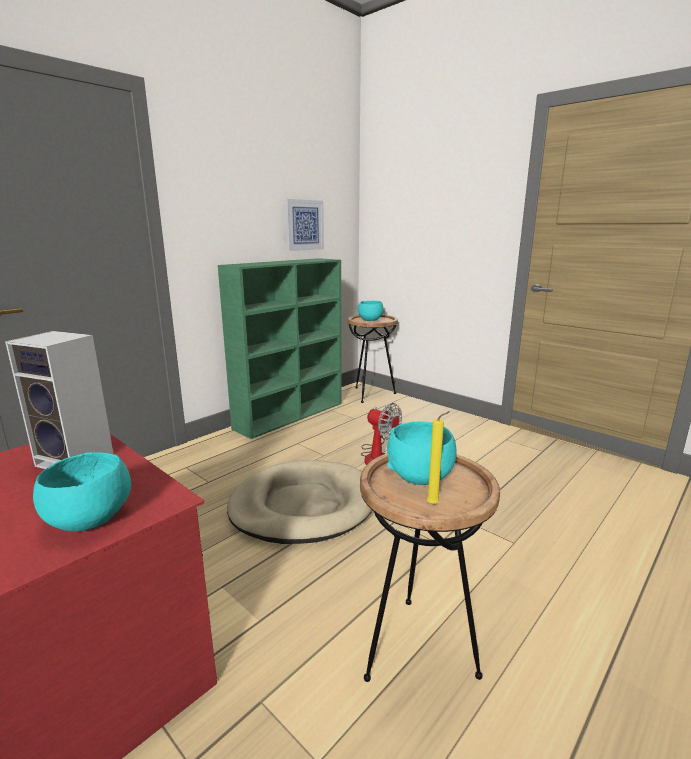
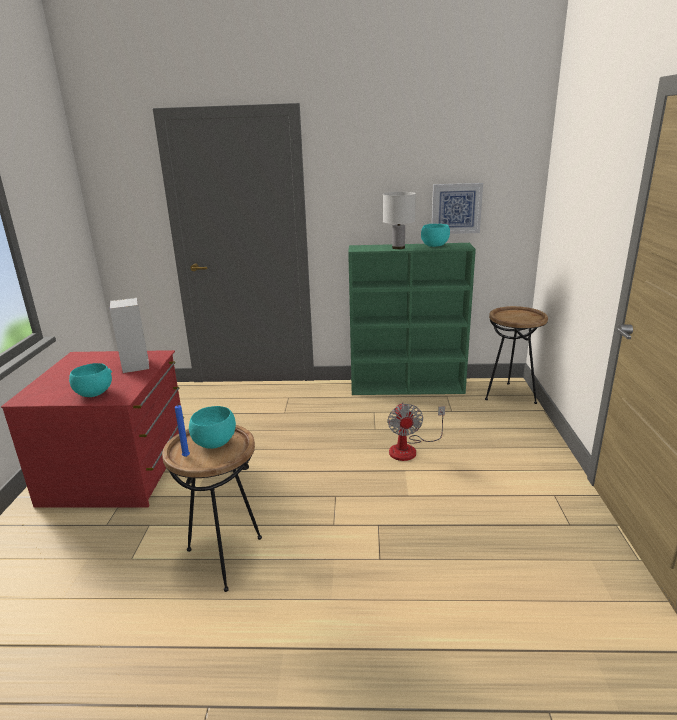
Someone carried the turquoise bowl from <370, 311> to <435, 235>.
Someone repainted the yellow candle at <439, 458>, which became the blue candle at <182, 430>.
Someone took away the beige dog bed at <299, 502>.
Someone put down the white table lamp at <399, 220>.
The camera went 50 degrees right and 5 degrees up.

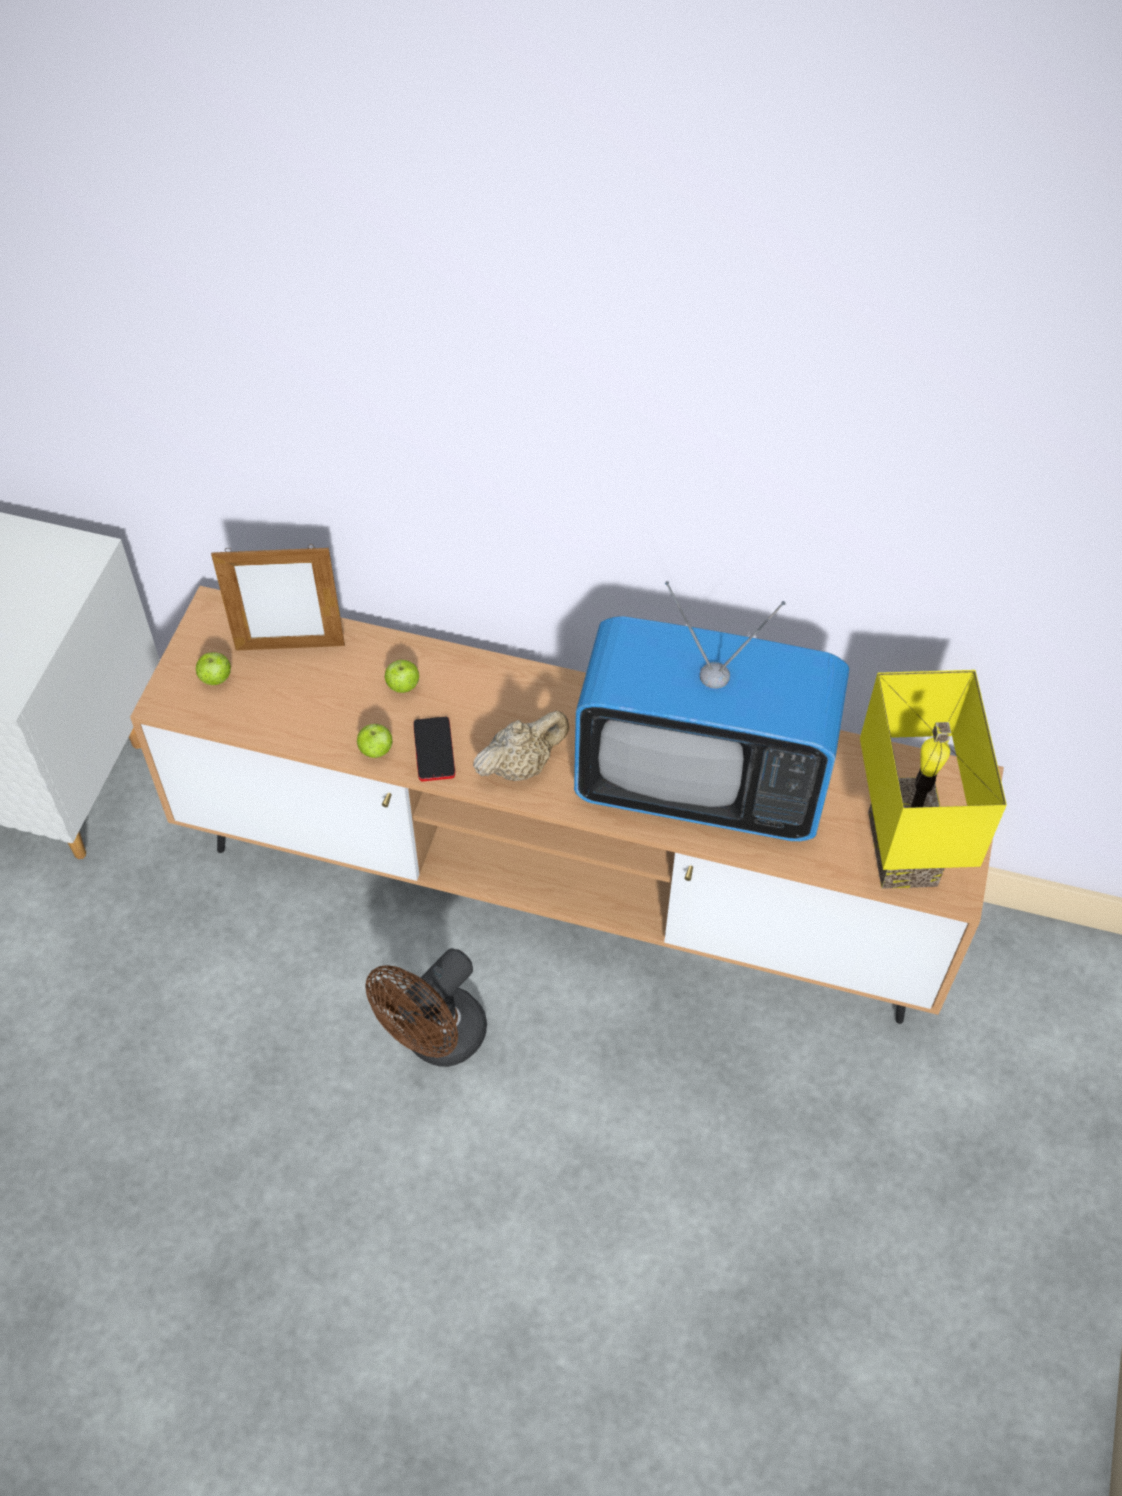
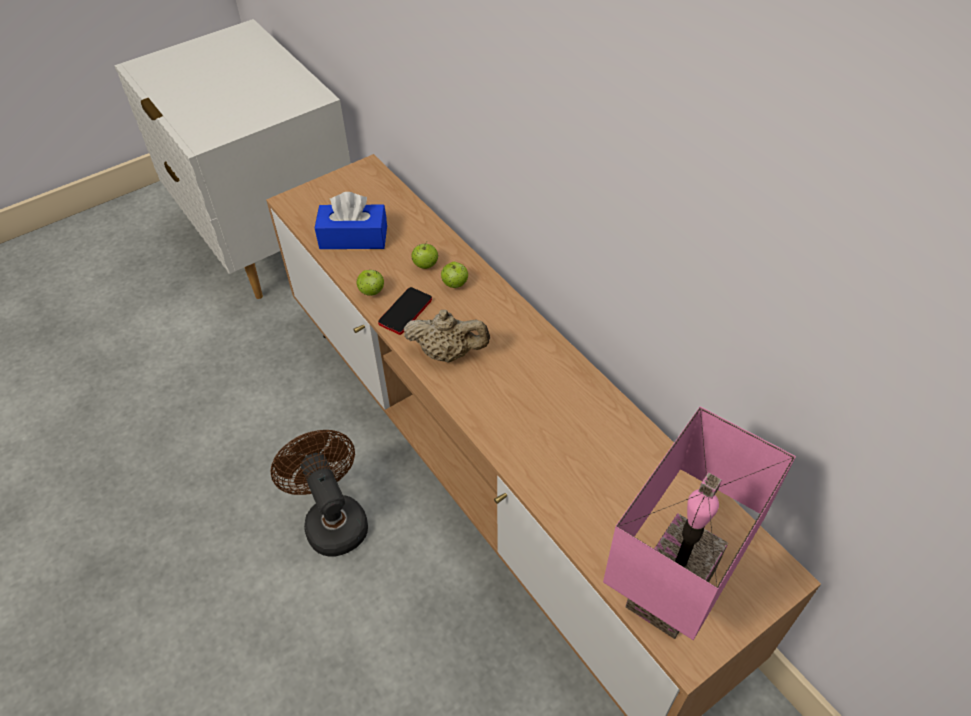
Someone took away the picture frame at <278, 597>.
Someone took away the television at <711, 711>.
Someone carried the apple from <213, 668> to <454, 275>.
Someone repainted the yellow table lamp at <933, 779>, which became the pink table lamp at <699, 523>.
Someone rotated the brown fan at <426, 1007> by 75 degrees clockwise.
Someone put down the blue tissue box at <351, 220>.
The camera went 40 degrees right and 5 degrees down.

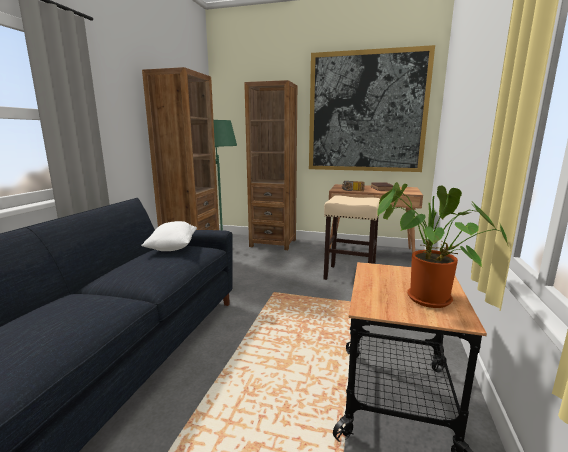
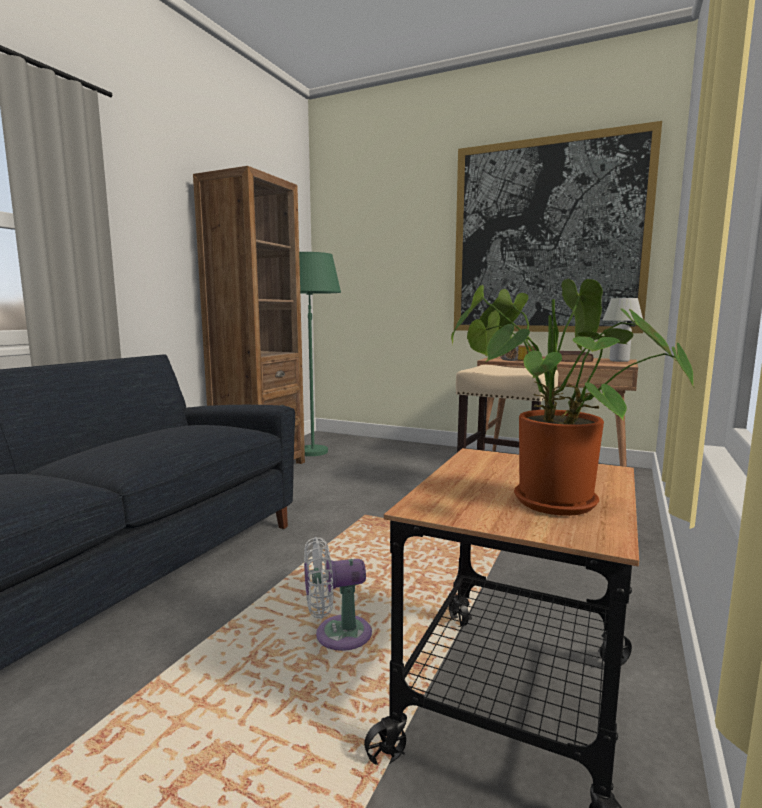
Someone took away the brown bookcase at <270, 165>.
Someone took away the white pillow at <169, 236>.
Someone put down the white table lamp at <623, 330>.
Someone put down the white fan at <338, 594>.
The camera went 10 degrees right and 5 degrees down.

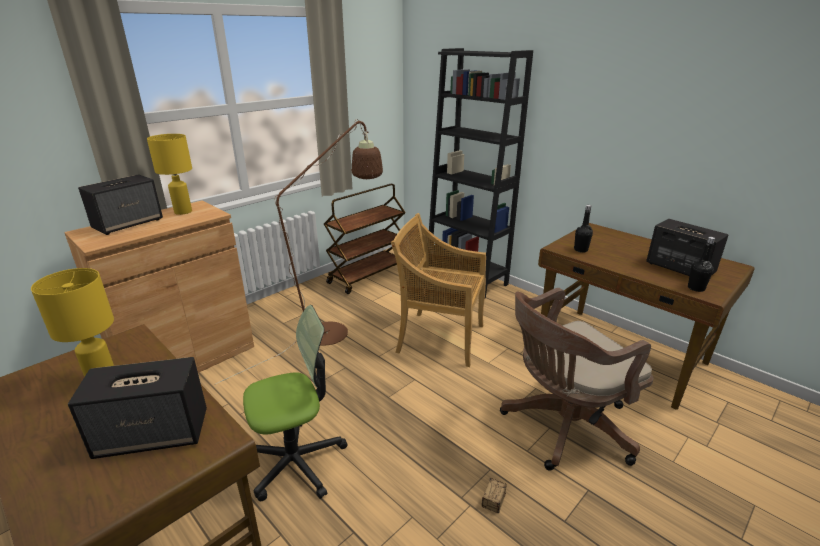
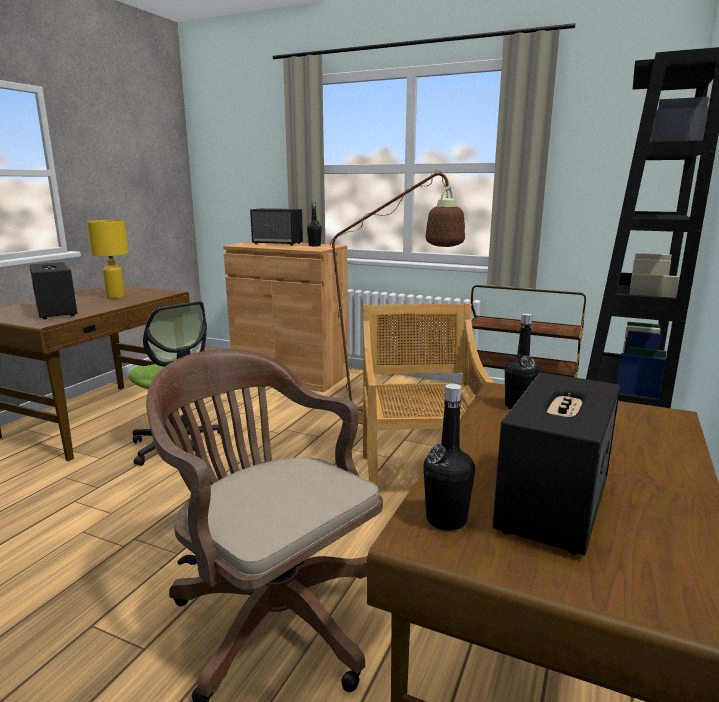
Someone swapped the yellow table lamp at <169, 174> for the black bottle at <314, 224>.
Someone took away the storage box at <494, 495>.
The camera went 70 degrees right and 10 degrees down.

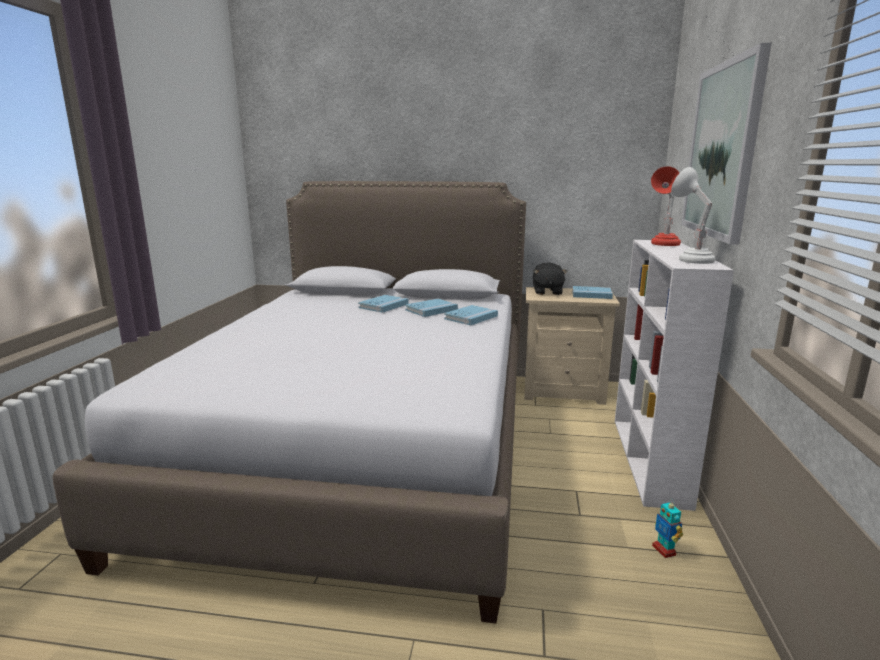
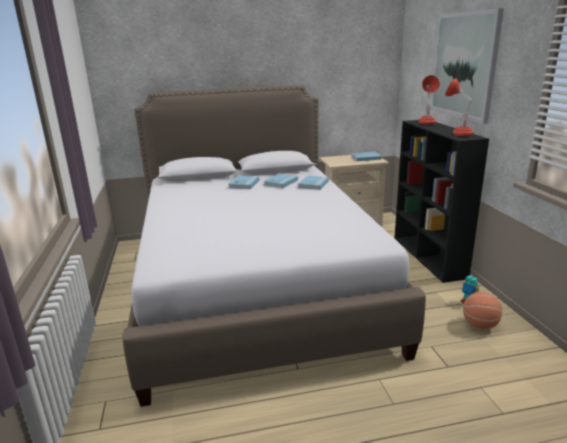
Someone repainted the white table lamp at <693, 215>, which became the red table lamp at <459, 107>.
Someone repainted the white bookcase at <674, 375>, which became the black bookcase at <442, 201>.
Someone took away the black plush toy at <550, 278>.
Someone put down the basketball at <482, 310>.
The camera went 20 degrees left and 5 degrees up.

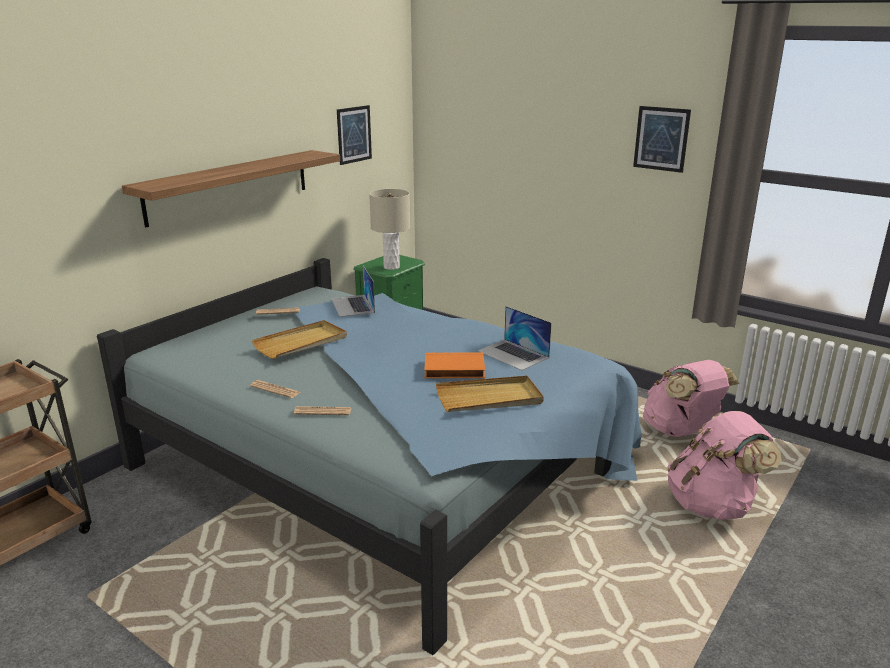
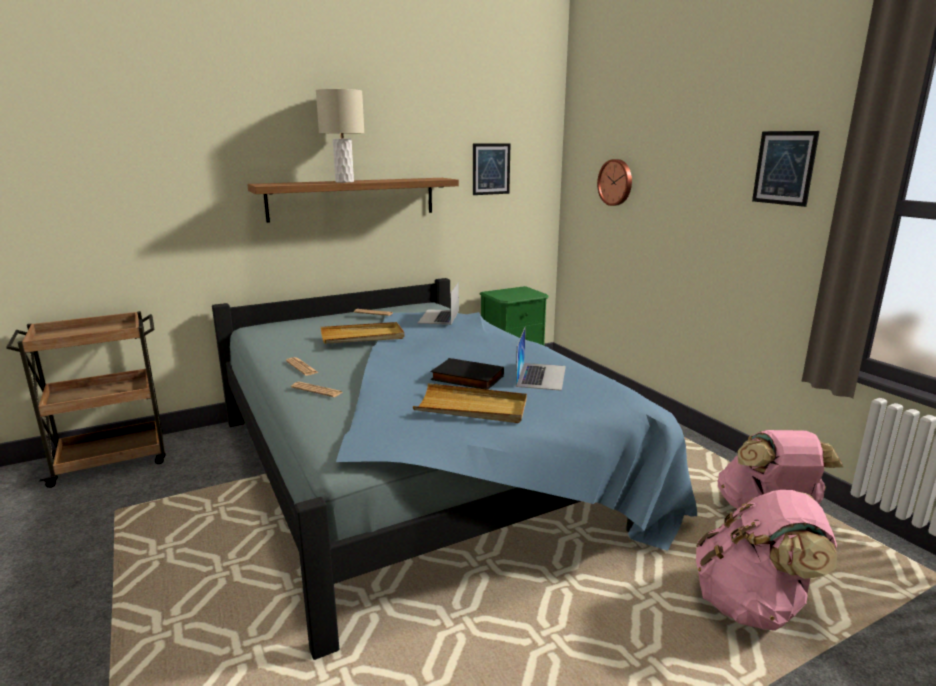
Someone carried the beige table lamp from <389, 229> to <340, 136>.
Someone rotated the laptop at <515, 338> by 150 degrees counterclockwise.
Someone repainted the orange book at <454, 365>, which became the black book at <467, 374>.
Someone put up the wall clock at <614, 182>.
The camera went 25 degrees right and 5 degrees down.

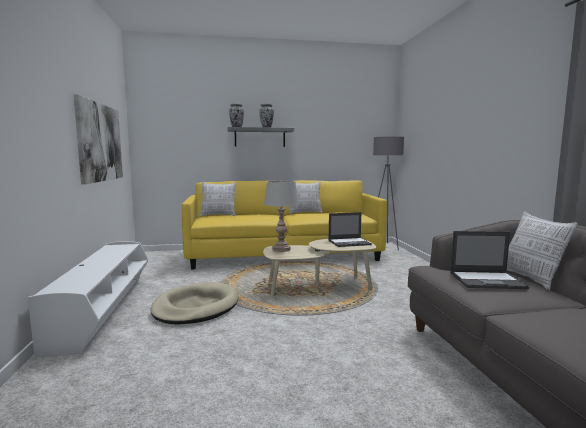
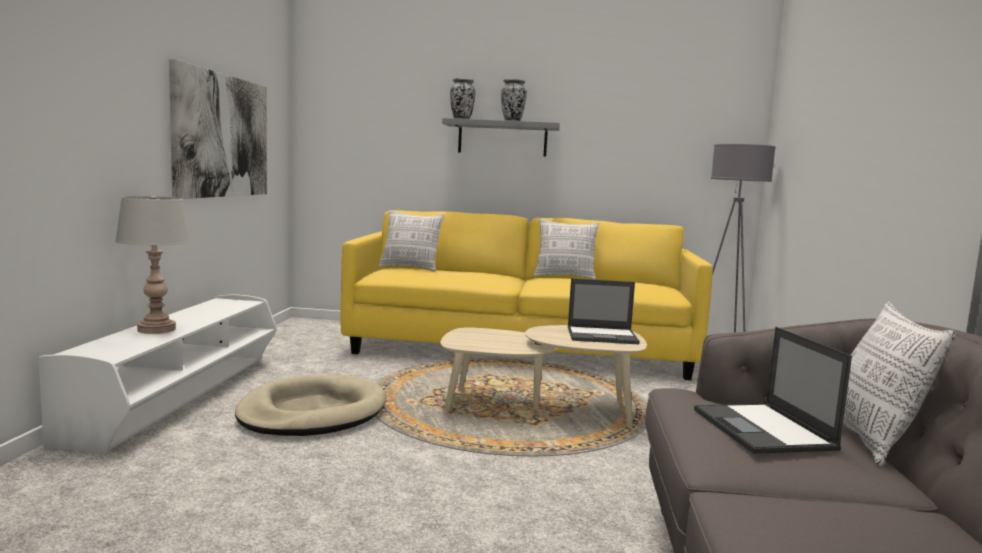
Someone carried the grey table lamp from <281, 216> to <153, 265>.
Someone rotated the laptop at <489, 260> by 60 degrees clockwise.
The camera went 15 degrees right and 0 degrees up.

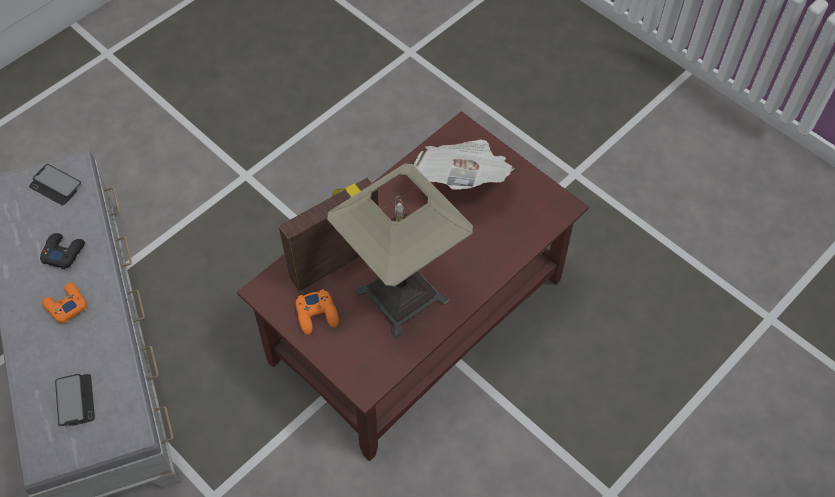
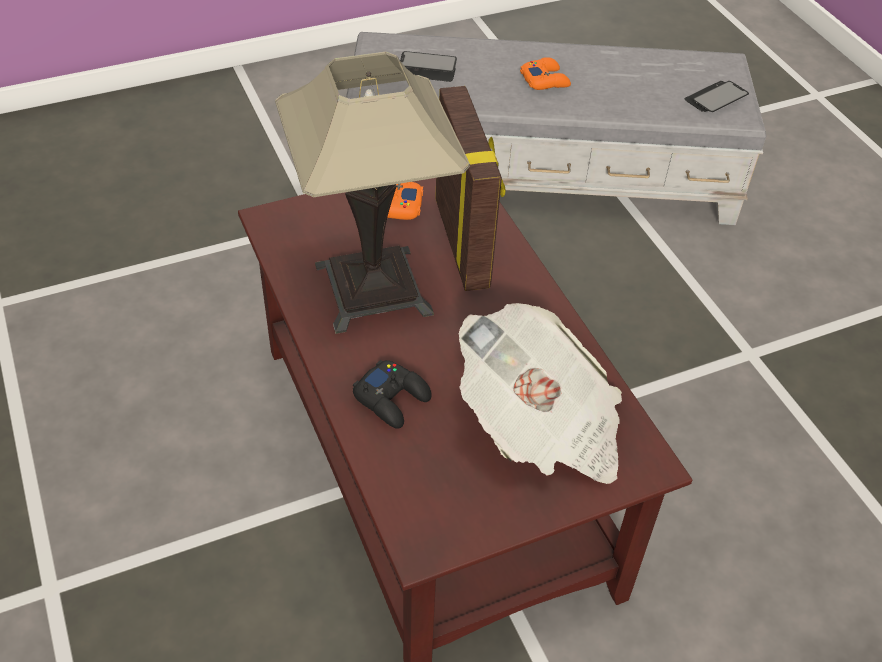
Someone carried the black game controller from <62, 251> to <392, 394>.
The camera went 110 degrees right and 10 degrees down.

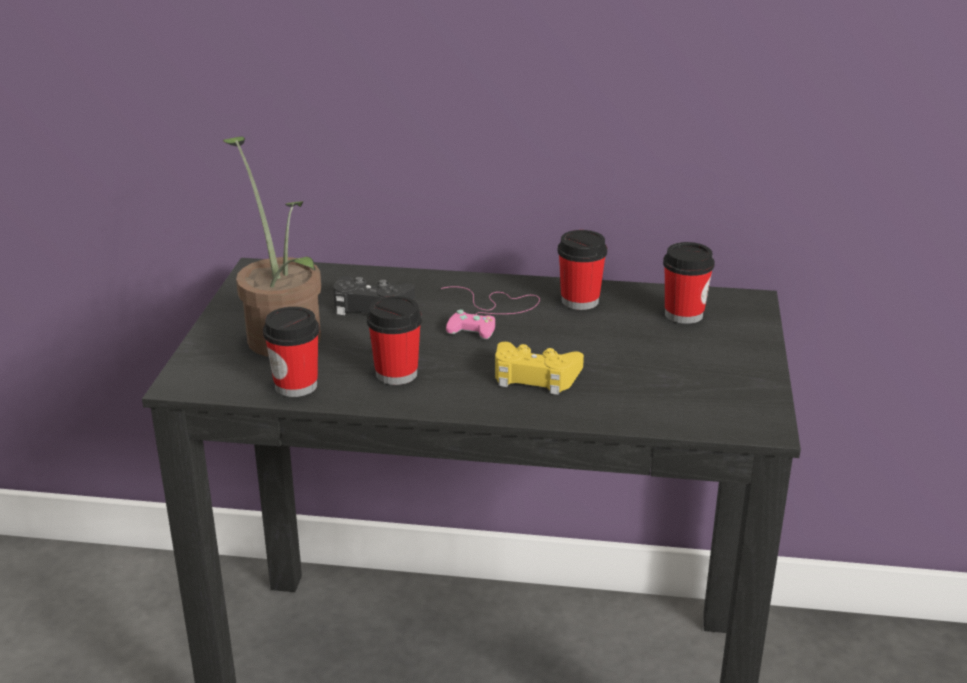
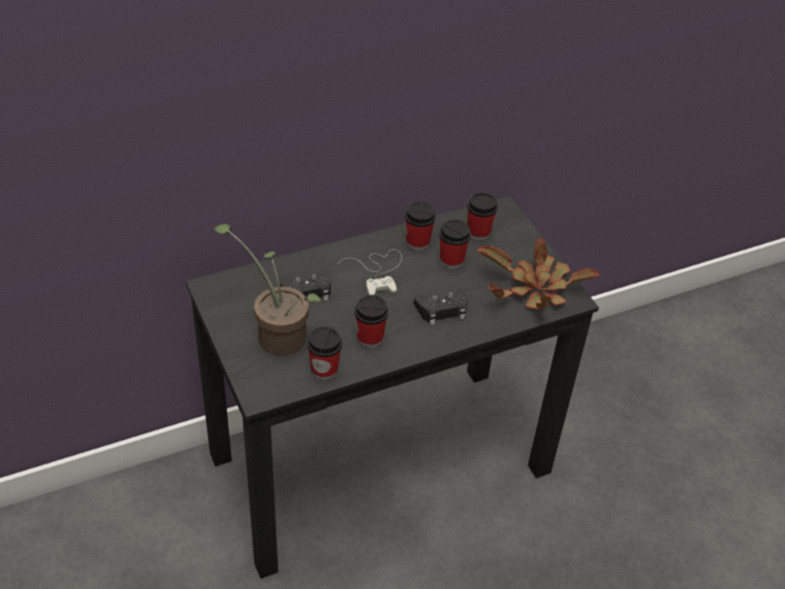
Someone repainted the pink game controller at <490, 312>, which became the white game controller at <370, 272>.
Someone repainted the yellow game controller at <539, 368>, which became the black game controller at <441, 306>.
Someone put down the cup at <455, 244>.
Someone put down the potted plant at <538, 274>.
The camera went 35 degrees left and 15 degrees up.

